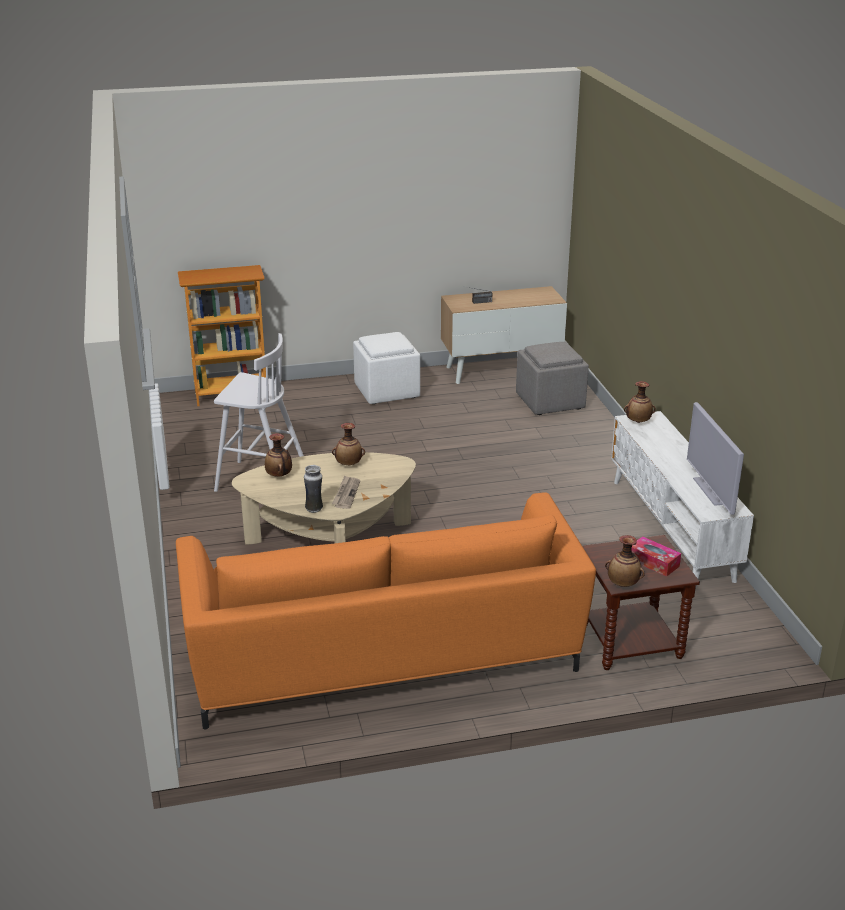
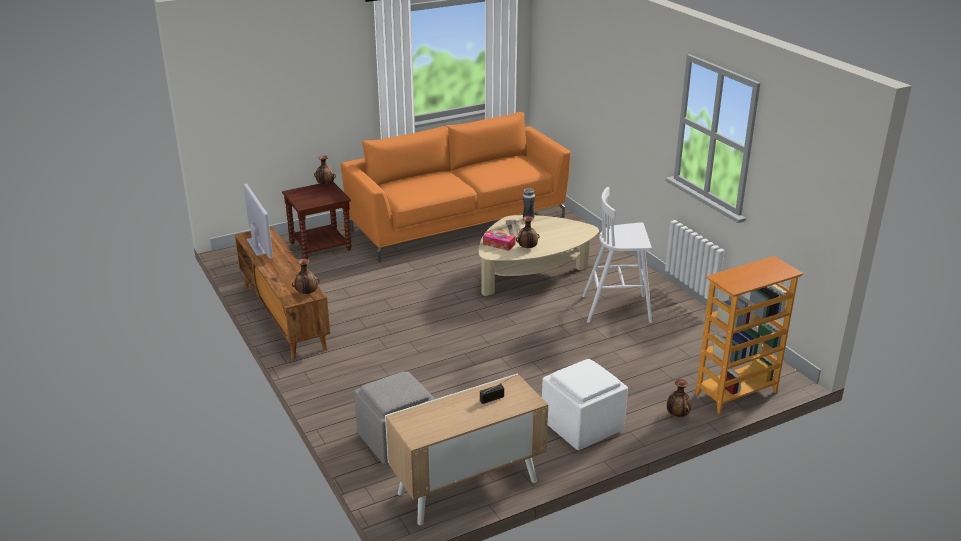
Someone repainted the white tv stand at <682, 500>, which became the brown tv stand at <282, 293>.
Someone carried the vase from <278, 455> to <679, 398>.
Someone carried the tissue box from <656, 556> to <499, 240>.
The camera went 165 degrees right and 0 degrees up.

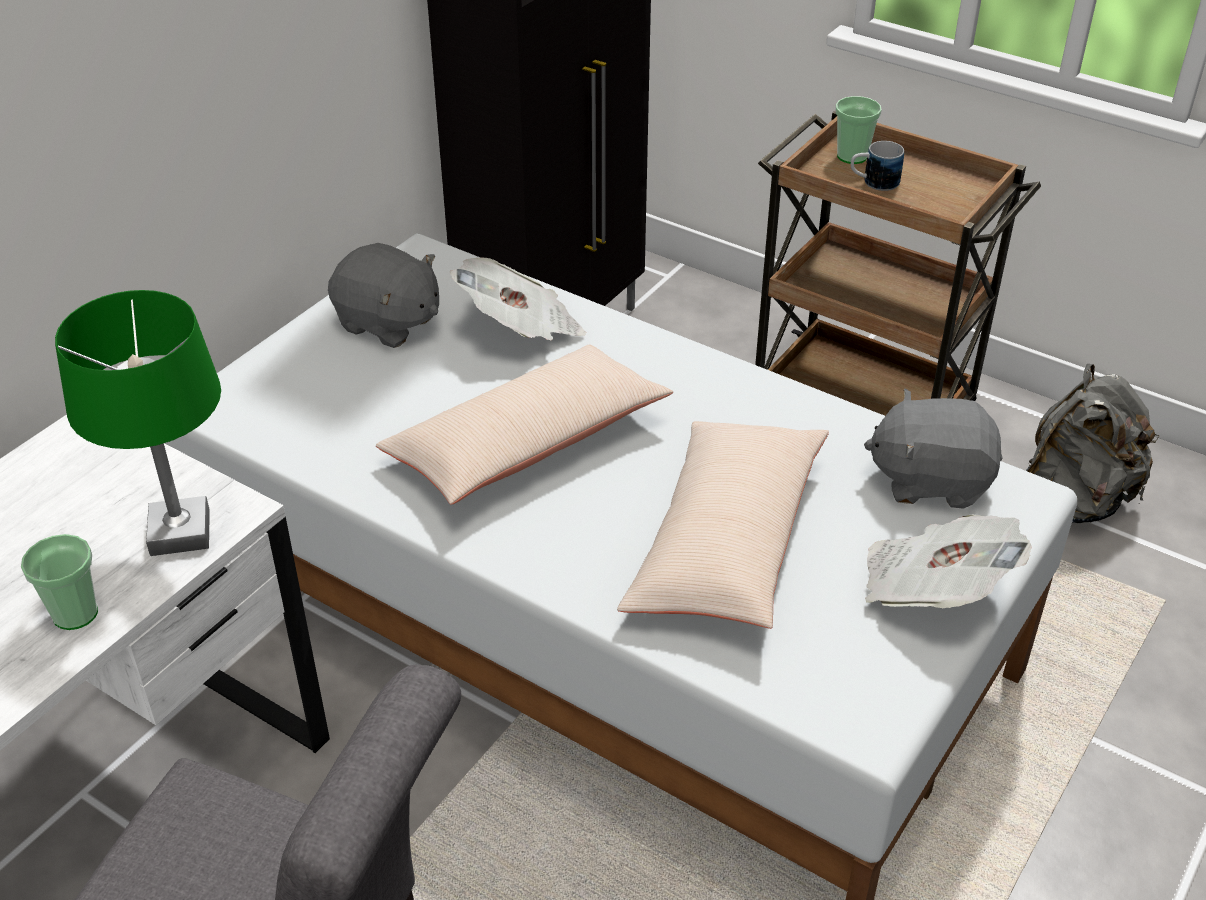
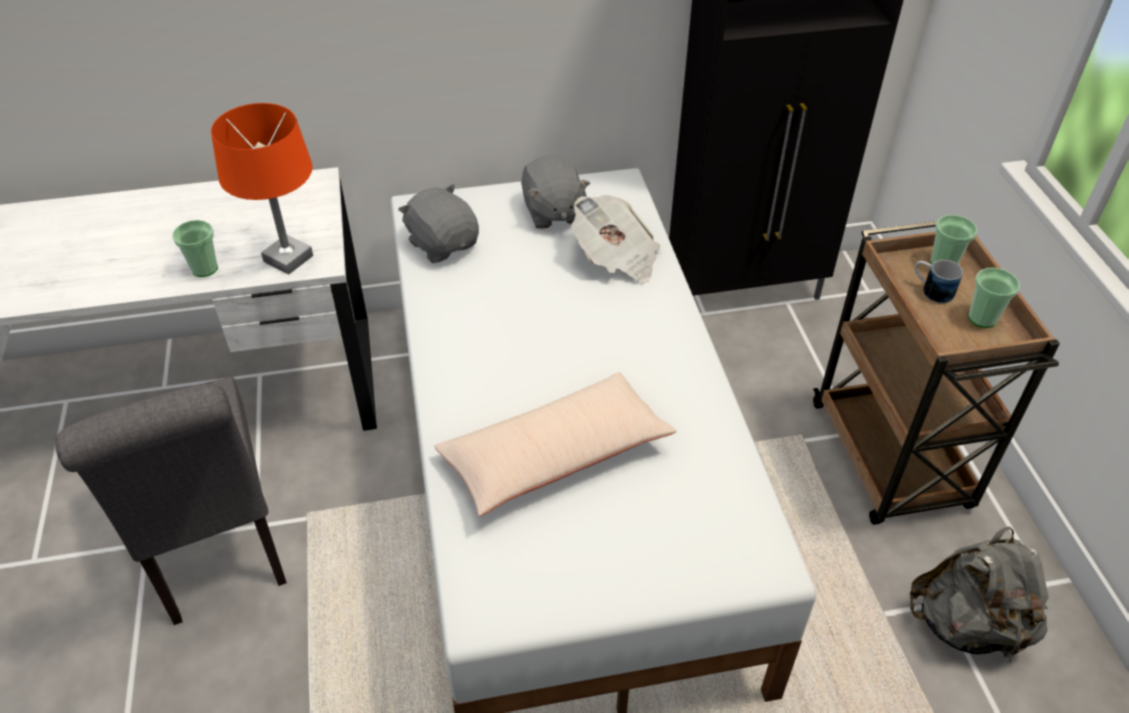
Someone repainted the green table lamp at <138, 423>, which became the orange table lamp at <262, 189>.
Someone took away the beige pillow at <524, 424>.
Someone carried the grey plush toy from <933, 448> to <438, 223>.
Someone took away the newspaper at <948, 561>.
Someone put down the cup at <994, 298>.
The camera went 45 degrees right and 5 degrees up.

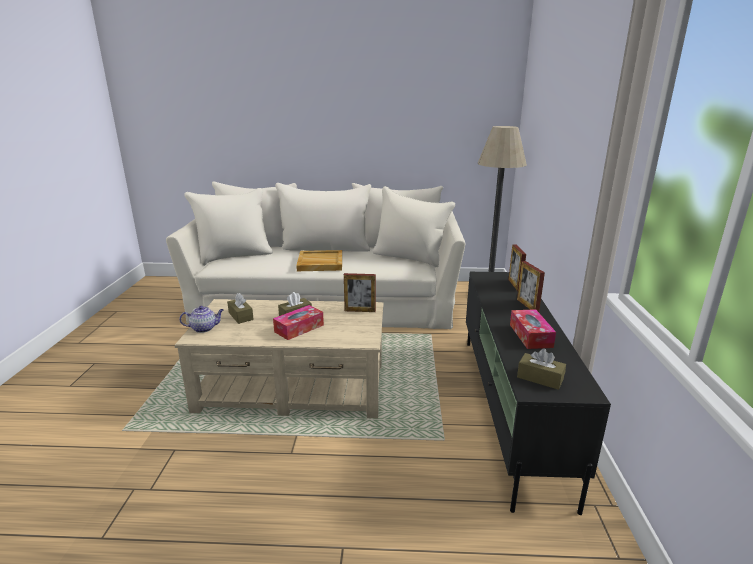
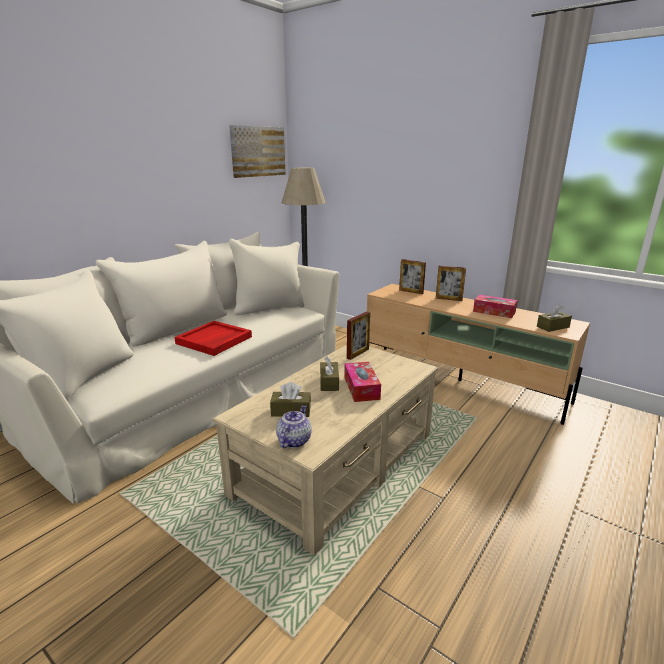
Someone repainted the beige tray at <319, 260>, which became the red tray at <213, 338>.
Someone repainted the black tv stand at <538, 393>, which became the beige tv stand at <478, 354>.
Someone put up the picture at <257, 151>.
The camera went 55 degrees left and 0 degrees up.

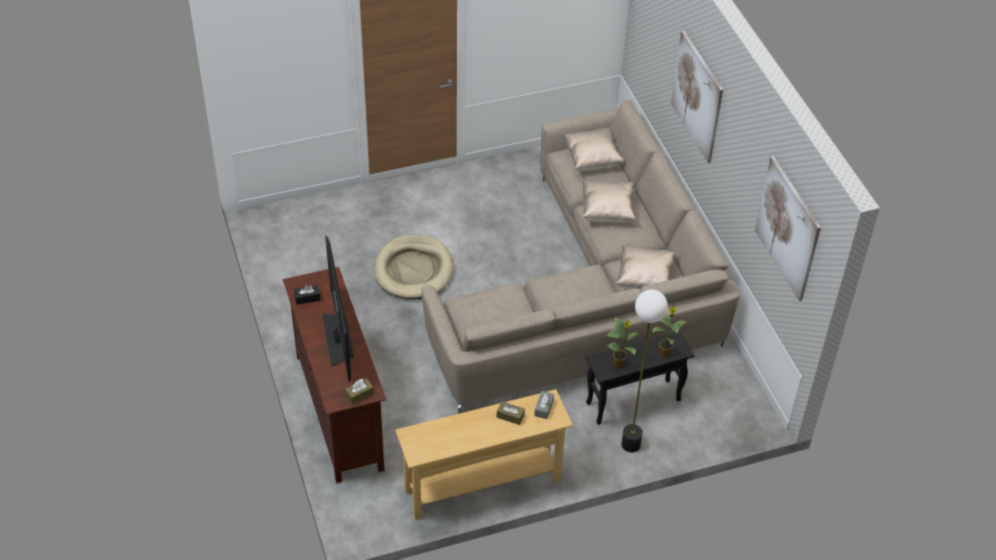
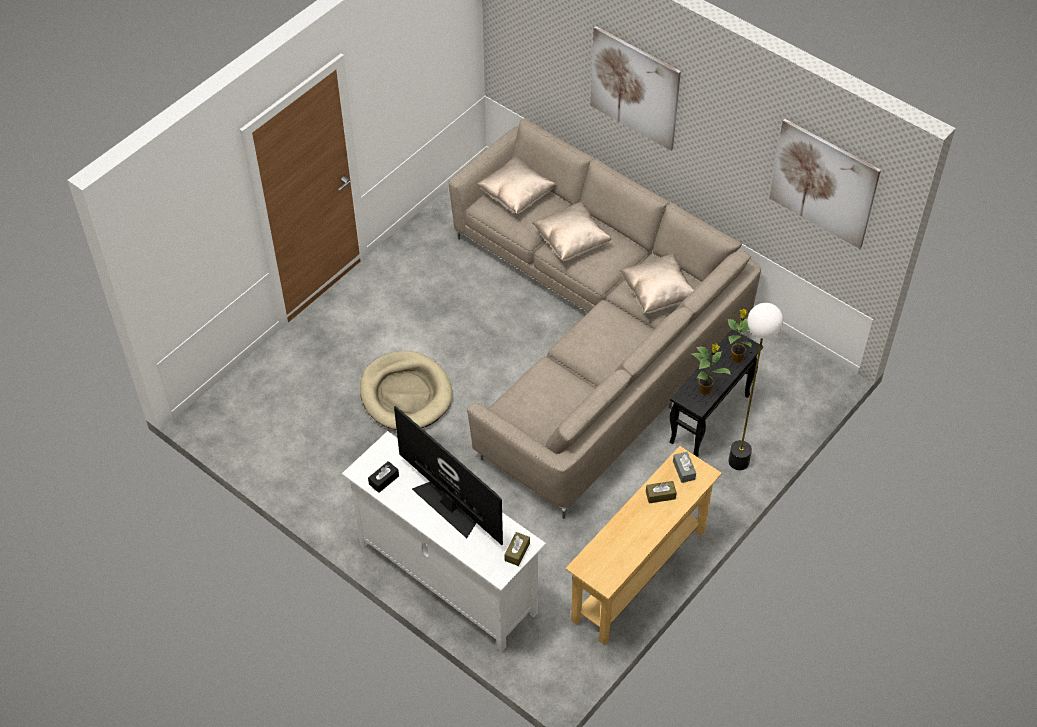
Someone repainted the brown tv stand at <334, 375>, which became the white tv stand at <444, 541>.
The camera went 30 degrees left and 5 degrees up.

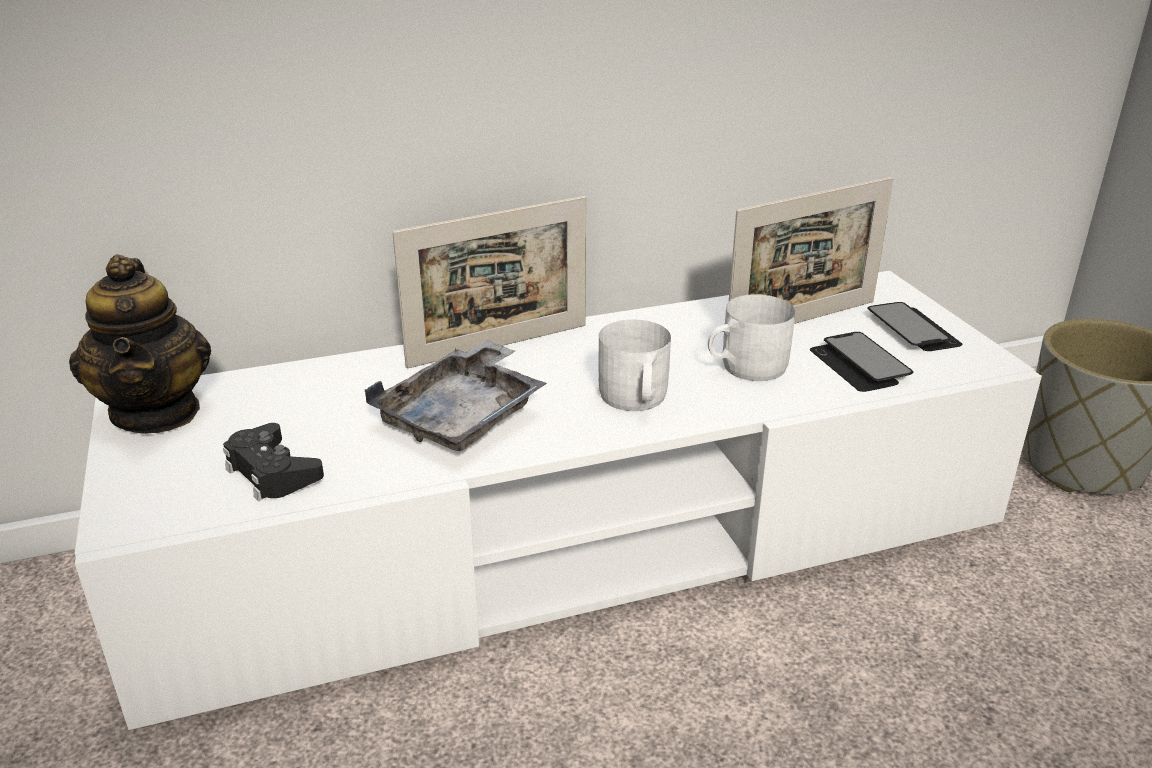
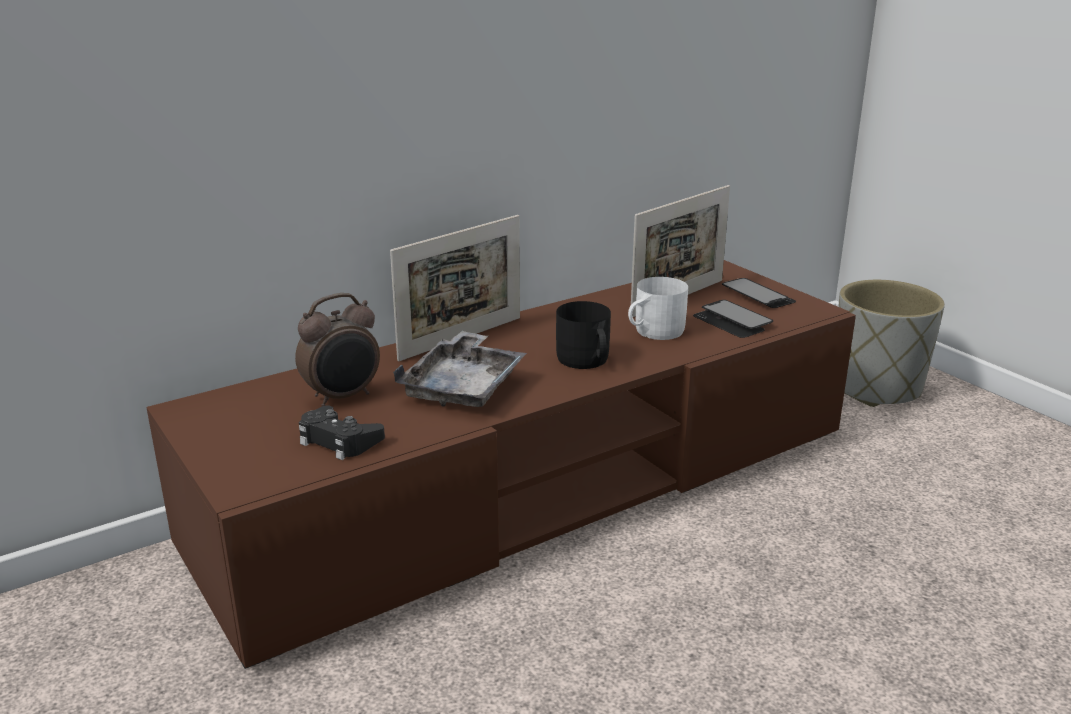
Someone took away the teapot at <140, 344>.
Someone repainted the white tv stand at <558, 500>, which became the brown tv stand at <501, 464>.
Someone repainted the white mug at <634, 365>, which became the black mug at <583, 335>.
Someone put down the alarm clock at <337, 349>.
The camera went 15 degrees left and 5 degrees down.

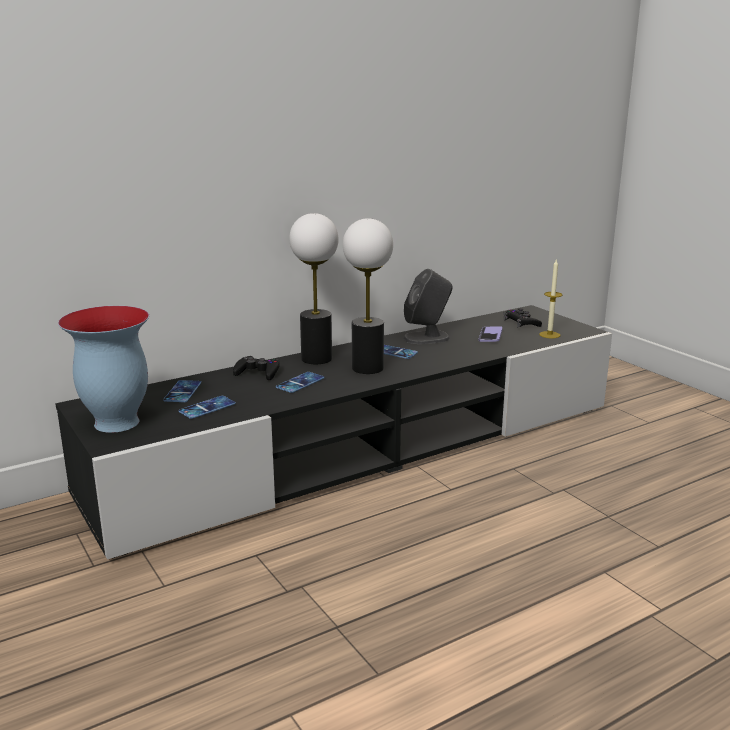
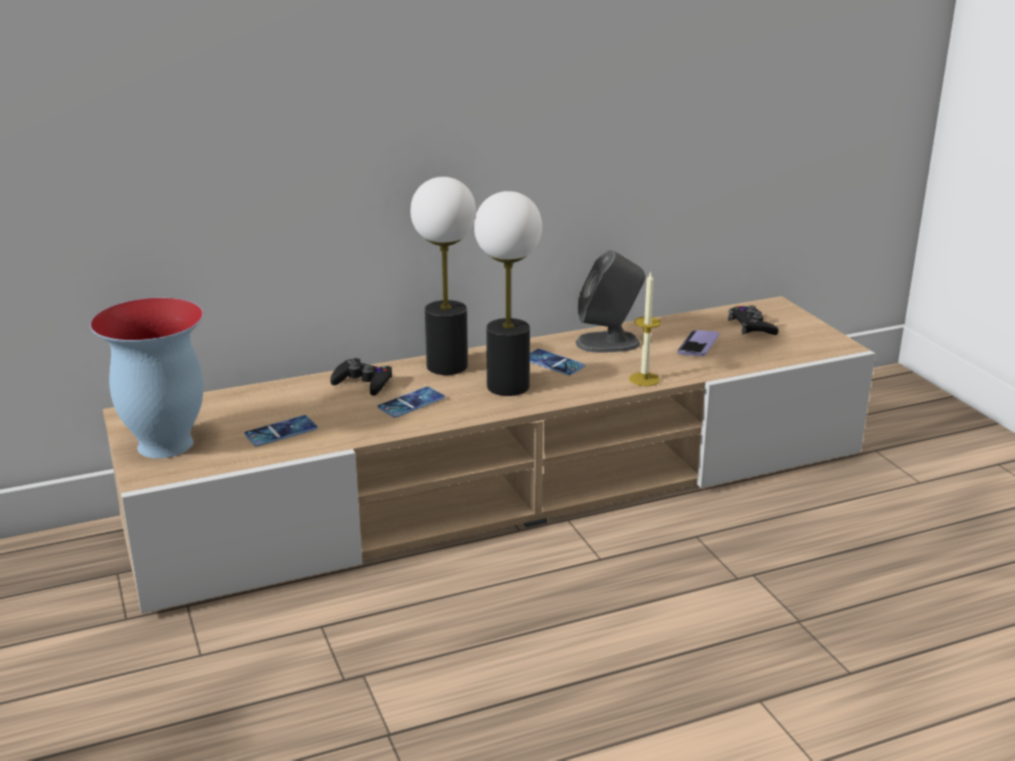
Someone carried the candle from <551, 298> to <645, 328>.
Someone repainted the black tv stand at <333, 432>, which became the beige tv stand at <489, 455>.
Someone took away the phone at <182, 391>.
The camera went 10 degrees right and 5 degrees up.

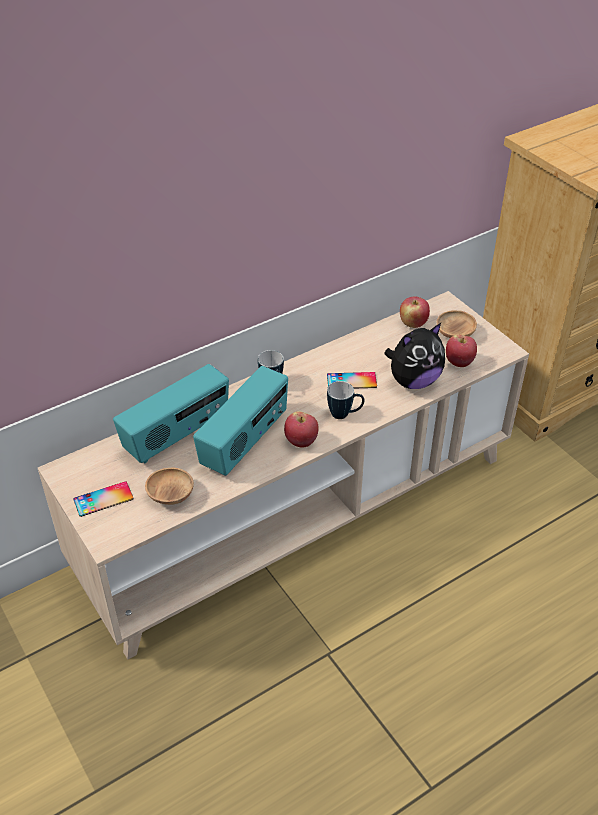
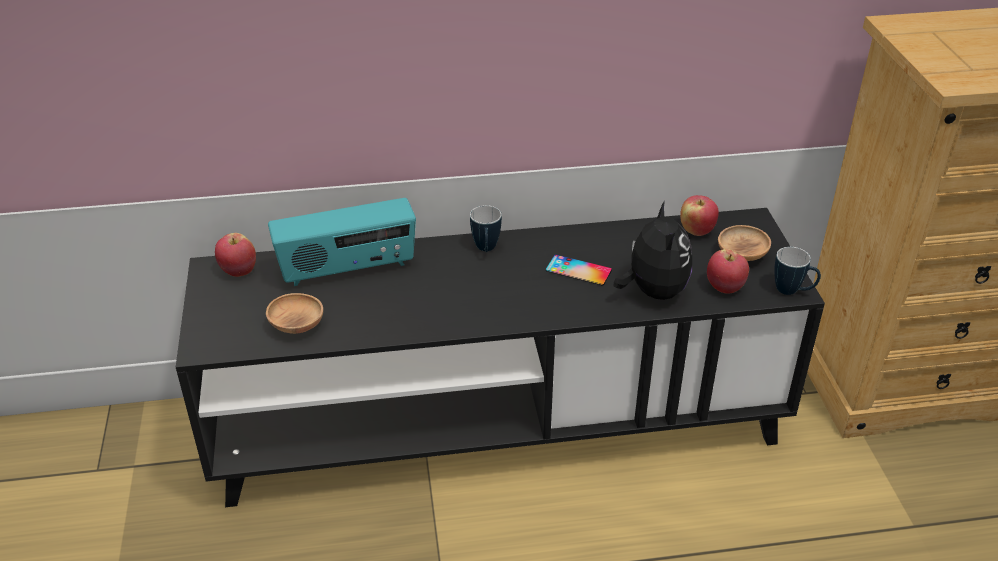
Someone repainted the beige tv stand at <283, 475>, which became the black tv stand at <500, 357>.
Someone rotated the plush toy at <414, 356> by 90 degrees counterclockwise.
Someone took away the radio at <240, 421>.
Someone carried the mug from <346, 400> to <797, 271>.
Someone carried the apple from <301, 429> to <235, 255>.
Someone took away the phone at <103, 499>.
The camera went 25 degrees right and 5 degrees down.

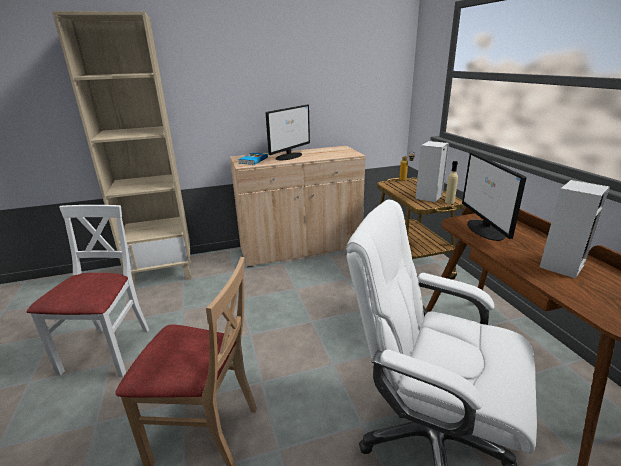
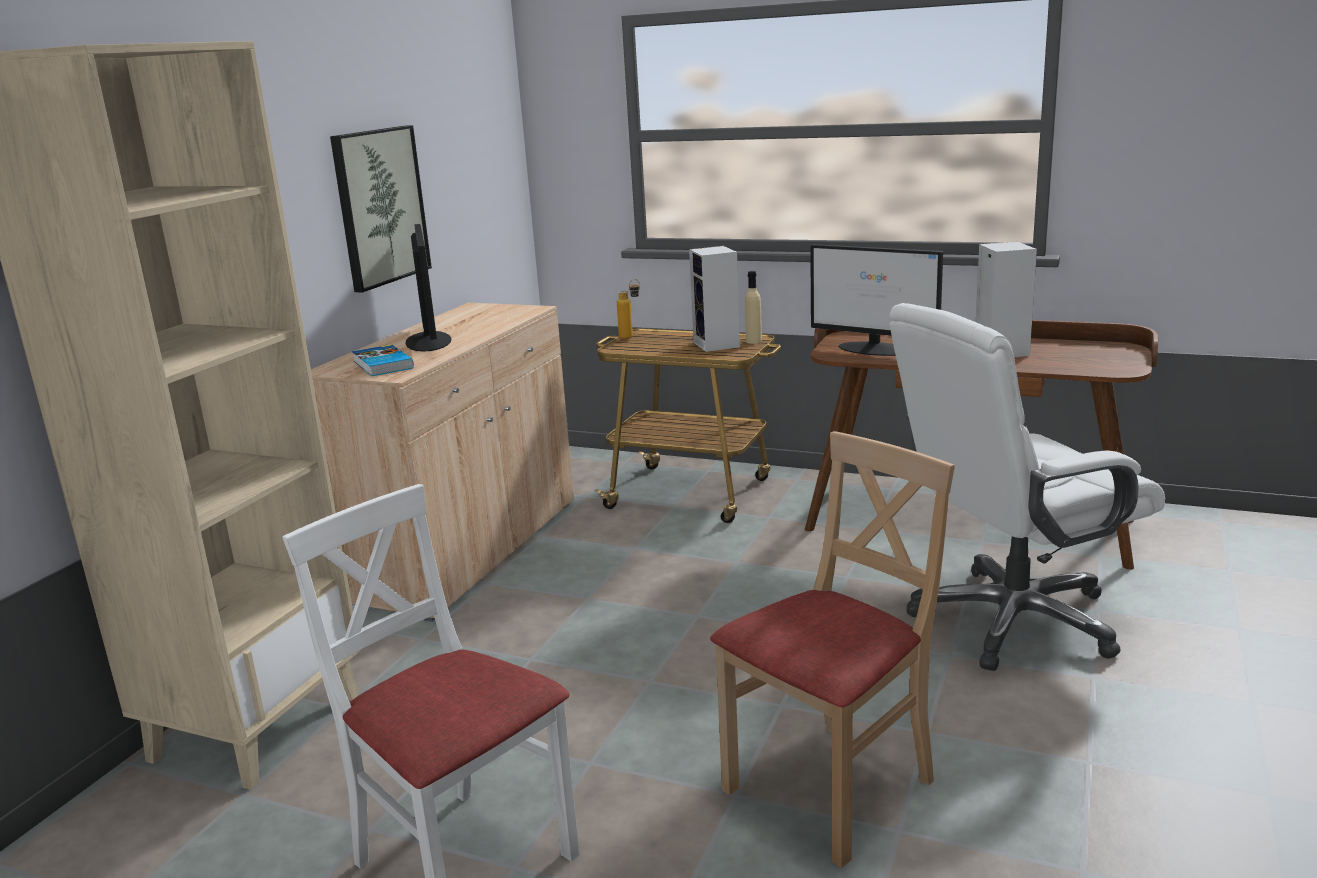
Someone put up the picture at <381, 209>.
The camera went 50 degrees left and 5 degrees down.

